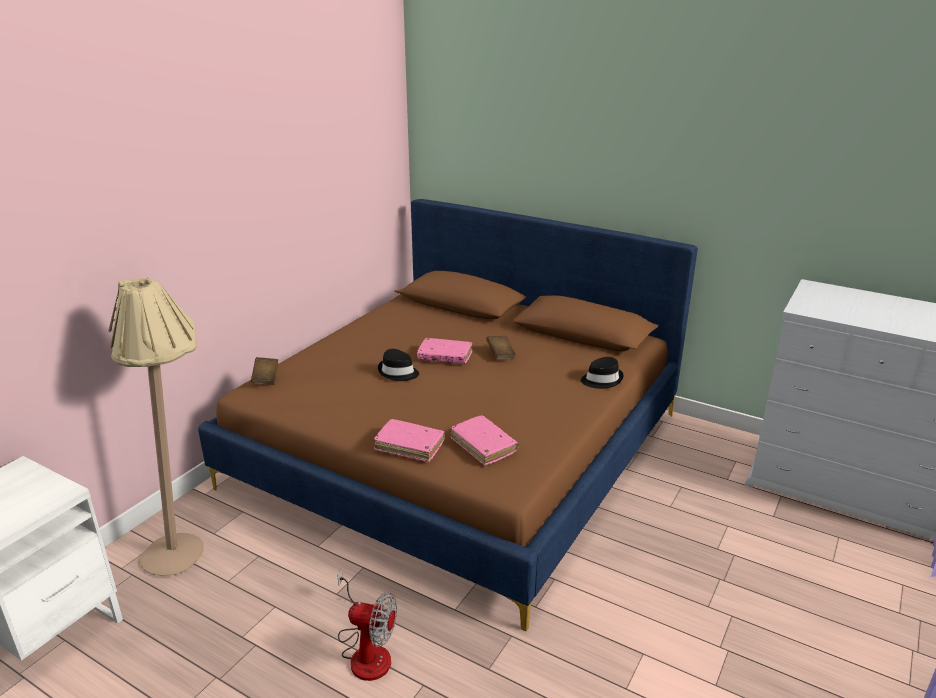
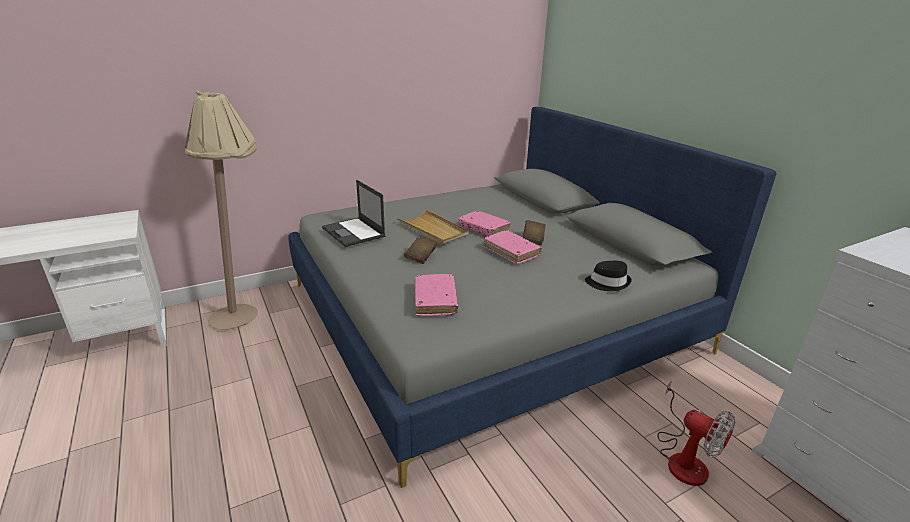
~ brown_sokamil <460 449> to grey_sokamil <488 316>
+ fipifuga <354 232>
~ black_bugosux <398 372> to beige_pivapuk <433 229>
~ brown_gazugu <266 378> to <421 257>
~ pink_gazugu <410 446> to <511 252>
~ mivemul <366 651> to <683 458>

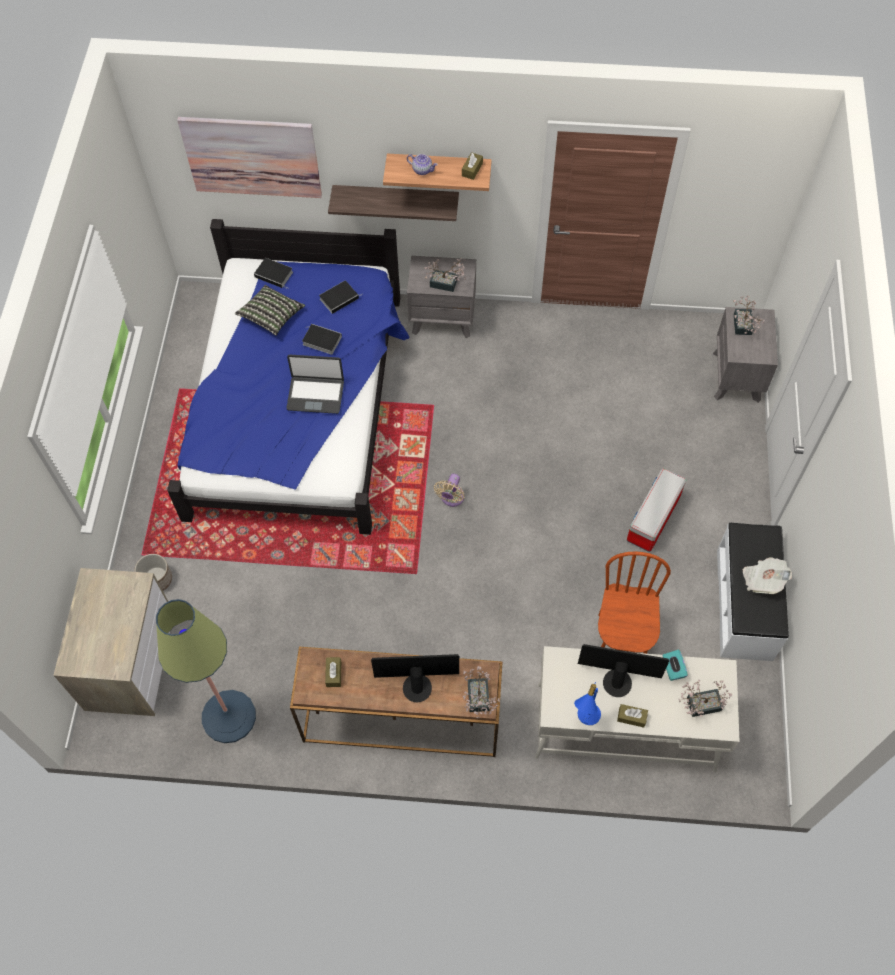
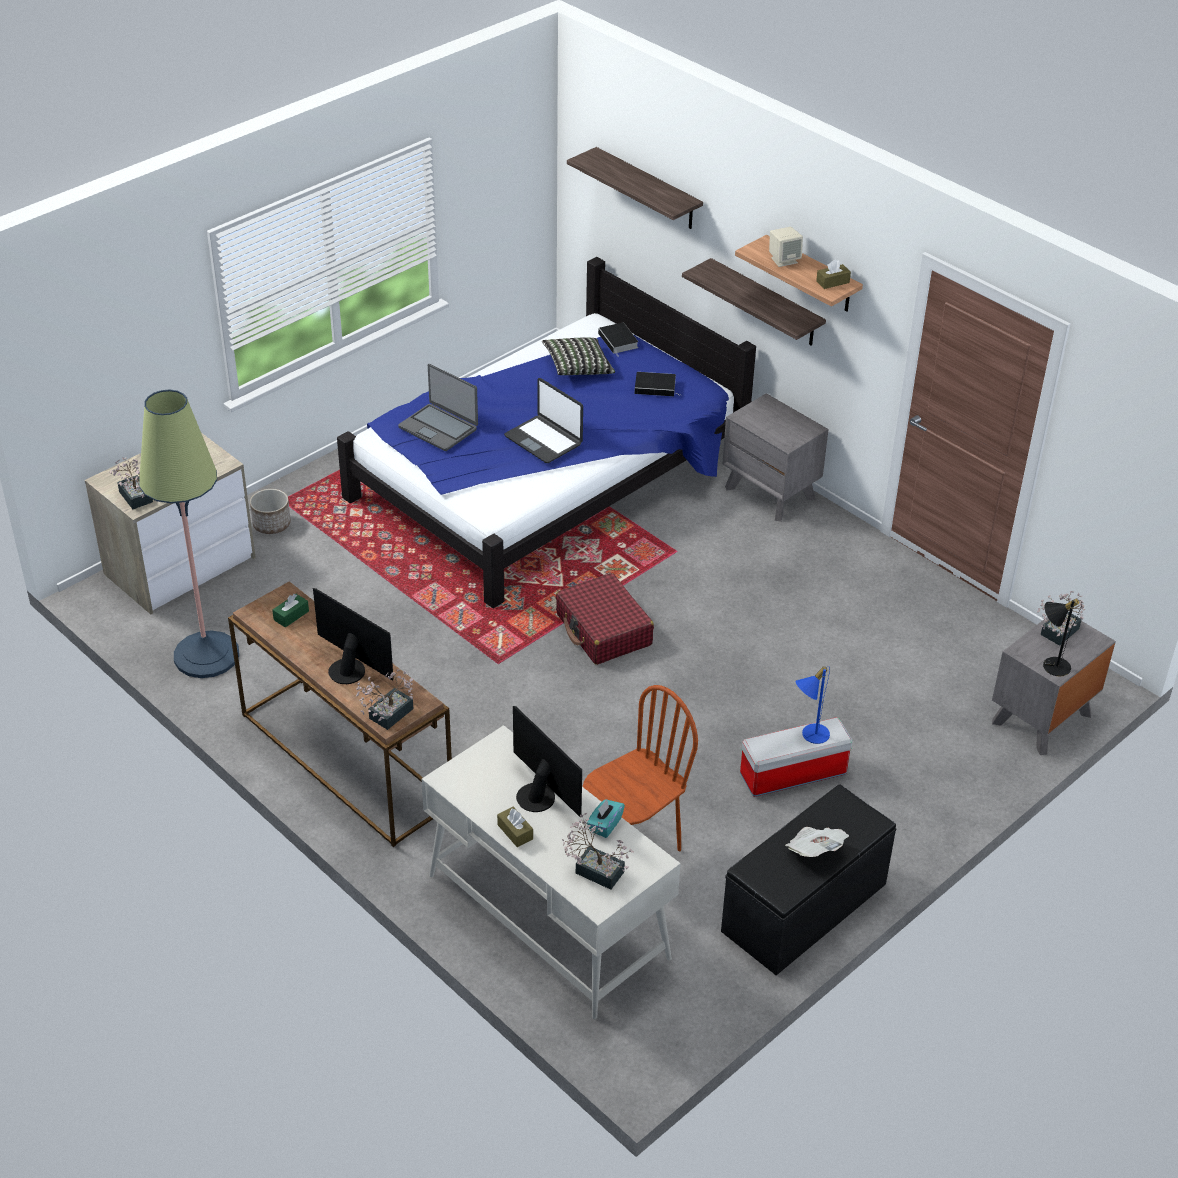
~ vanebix <446 284> to <137 499>
~ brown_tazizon <333 674> to green_tazizon <291 615>
+ fipifuga <438 428>
~ beige_mivemul <451 498> to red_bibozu <603 630>
~ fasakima <252 156> to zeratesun <648 189>
~ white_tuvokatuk <745 604> to black_tuvokatuk <805 908>
~ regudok <422 170> to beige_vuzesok <784 260>
~ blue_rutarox <585 717> to <810 734>
+ black_rutarox <1051 664>
- gazugu <320 340>

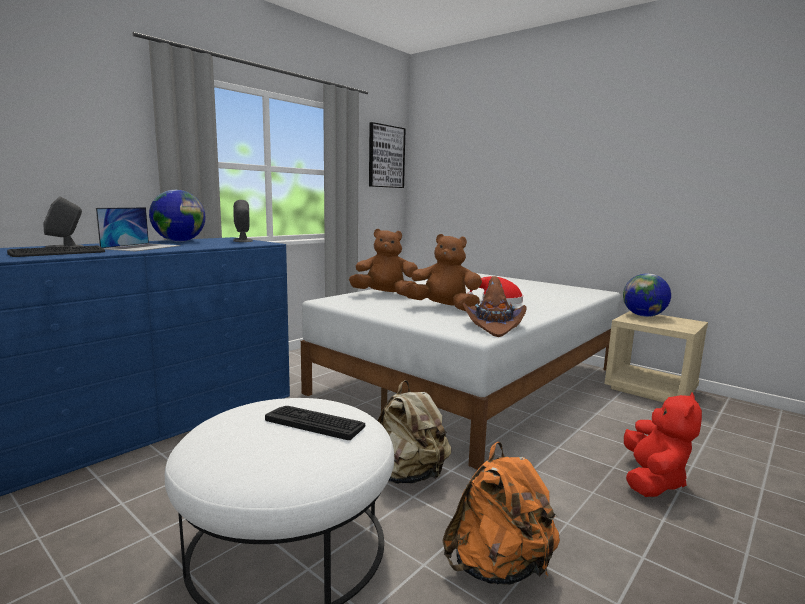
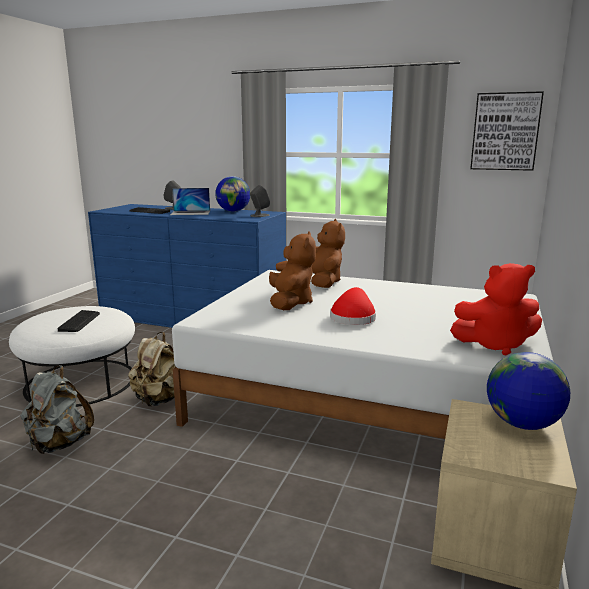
~ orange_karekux <498 567> to grey_karekux <59 444>
~ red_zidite <652 480> to <495 345>
- brown_bugosux <494 326>

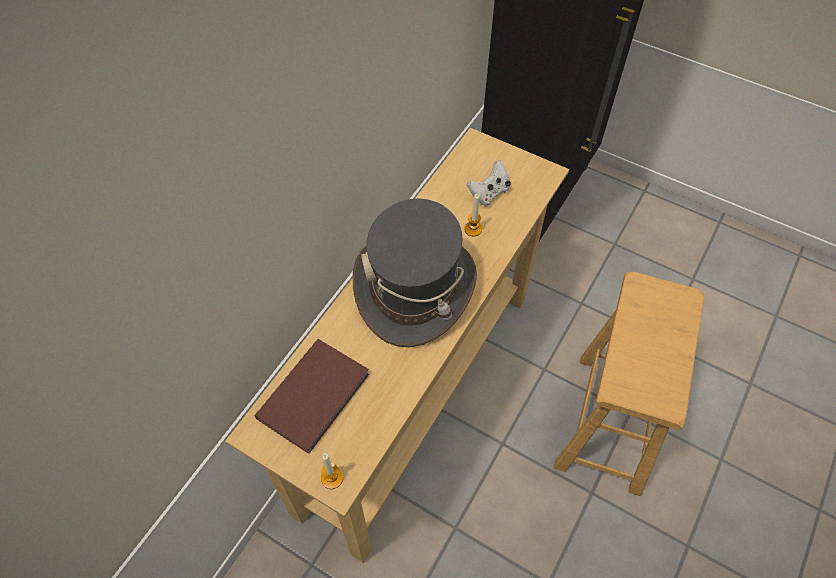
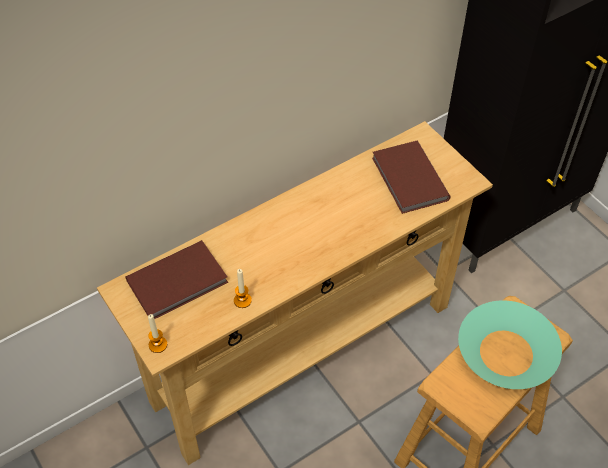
~ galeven <473 229> to <242 300>
~ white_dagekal <489 193> to brown_gazugu <408 180>
+ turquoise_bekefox <505 353>
- grey_bugosux <415 288>

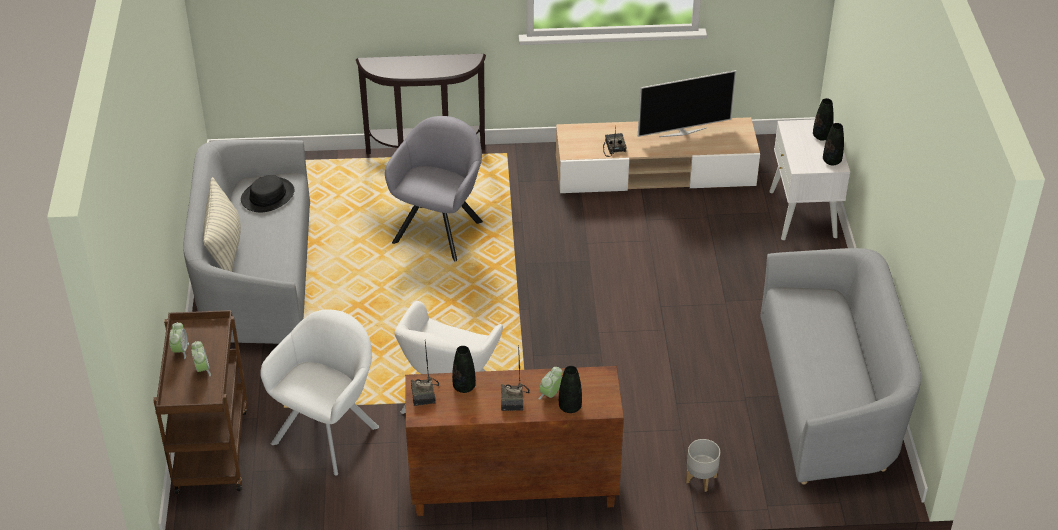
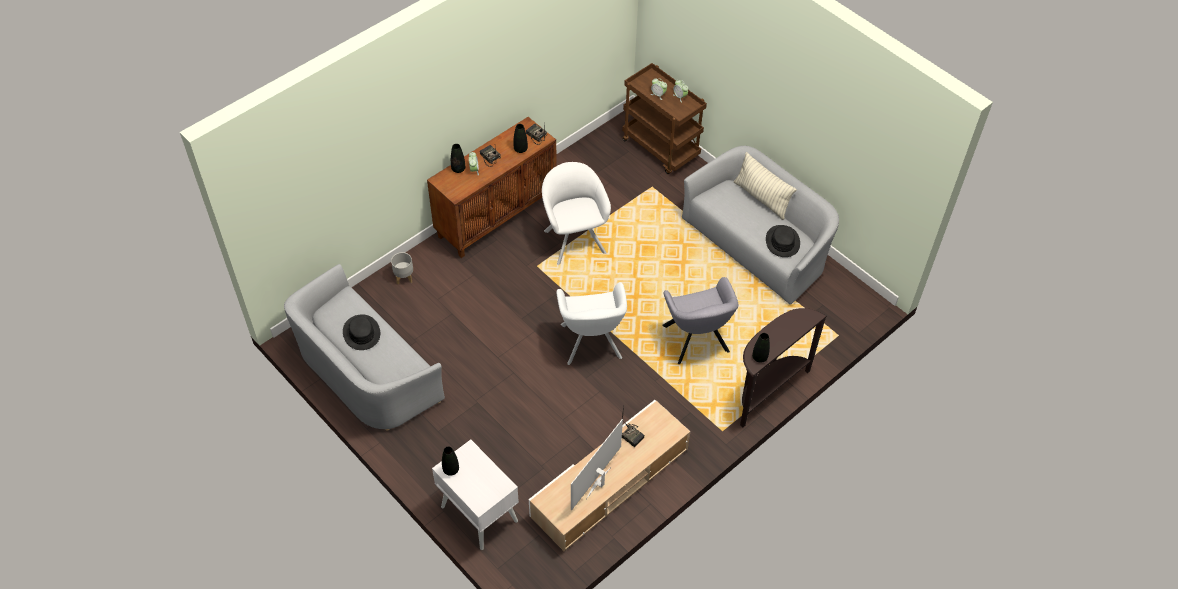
+ black_bugosux <361 333>
~ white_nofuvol <329 431> to <591 344>
~ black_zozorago <821 136> to <759 357>

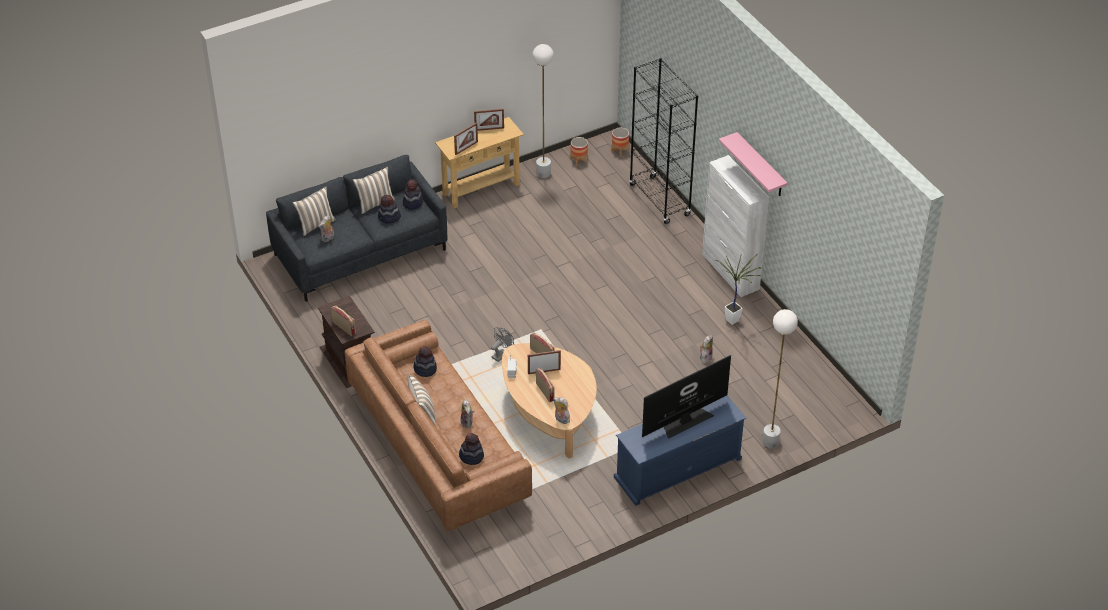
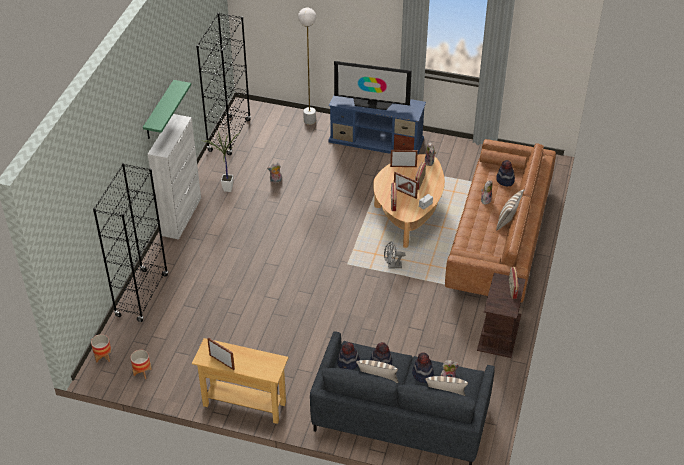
~ pink_zeratesun <761 166> to green_zeratesun <159 111>
+ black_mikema <229 135>
~ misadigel <466 148> to <403 166>
~ bugosux <425 369> to <422 374>
- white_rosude <543 173>

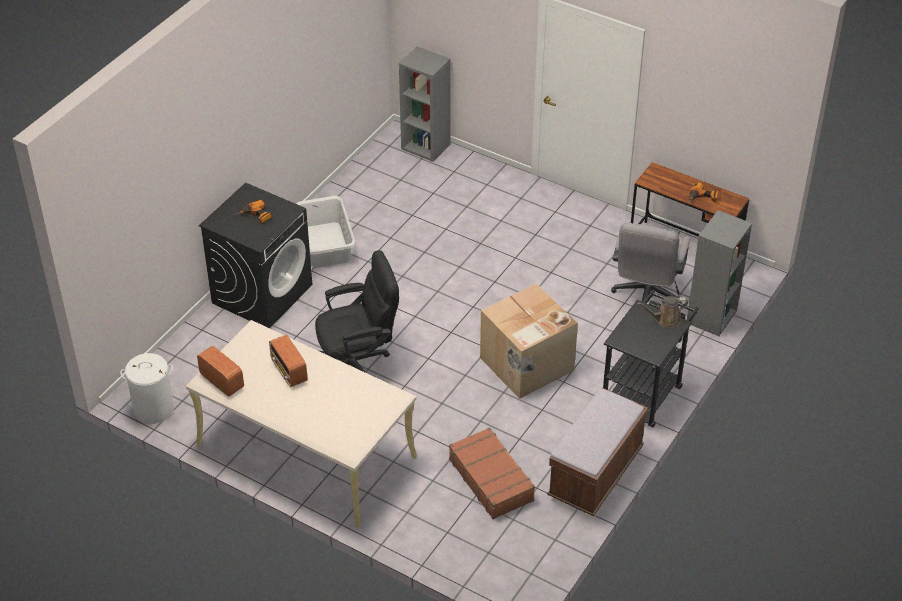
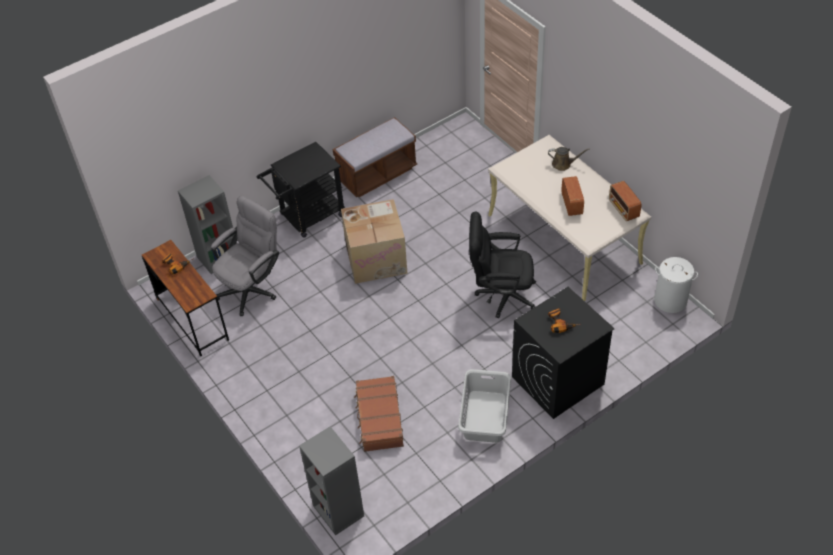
~ brown_bibozu <491 479> to <379 419>
~ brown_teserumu <665 320> to <563 164>

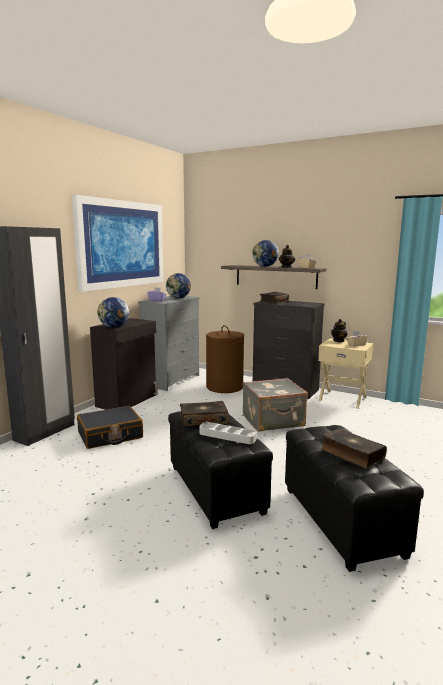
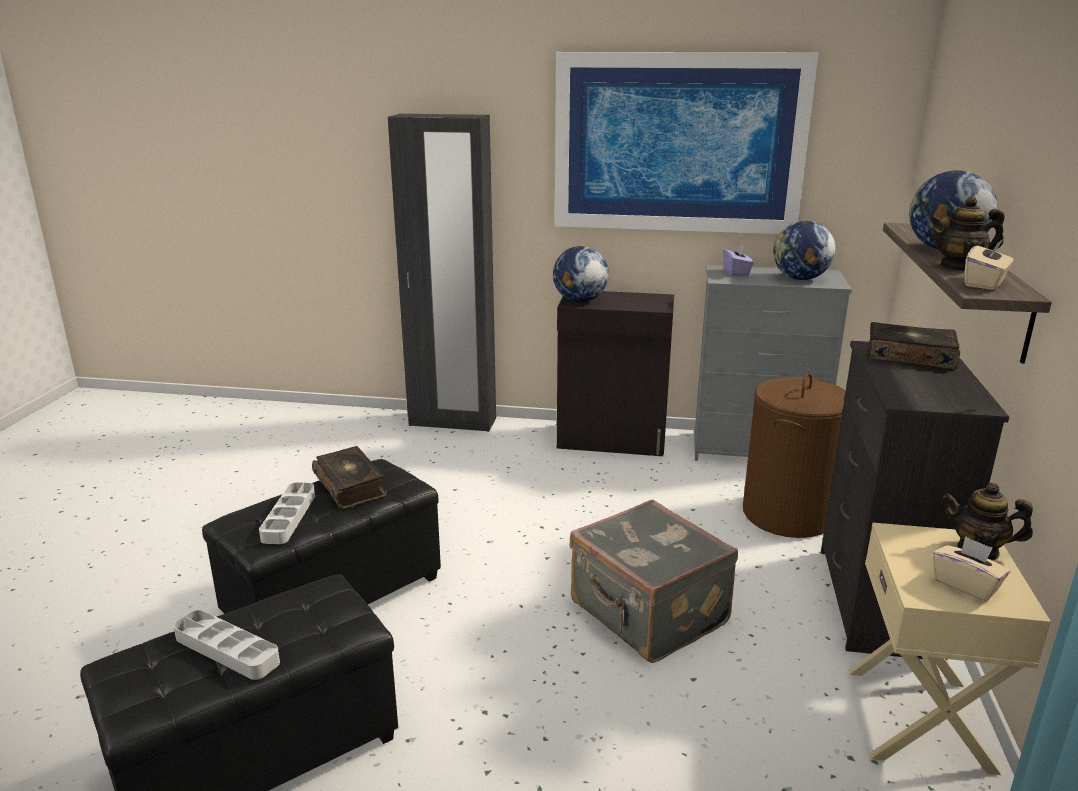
~ gazugu <351 454> to grey_pivapuk <227 650>
- black_bibozu <110 435>

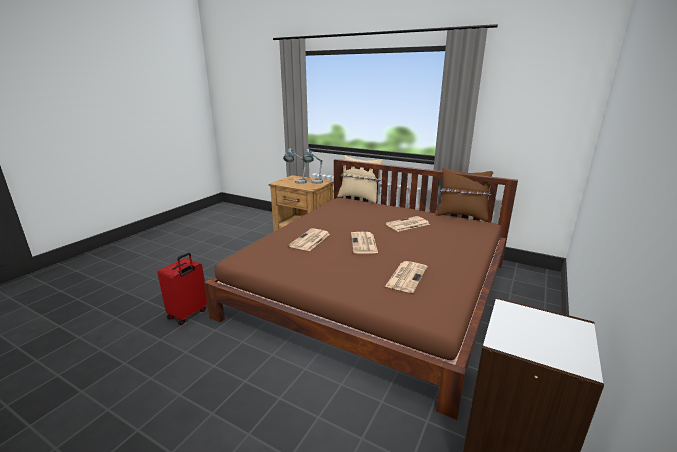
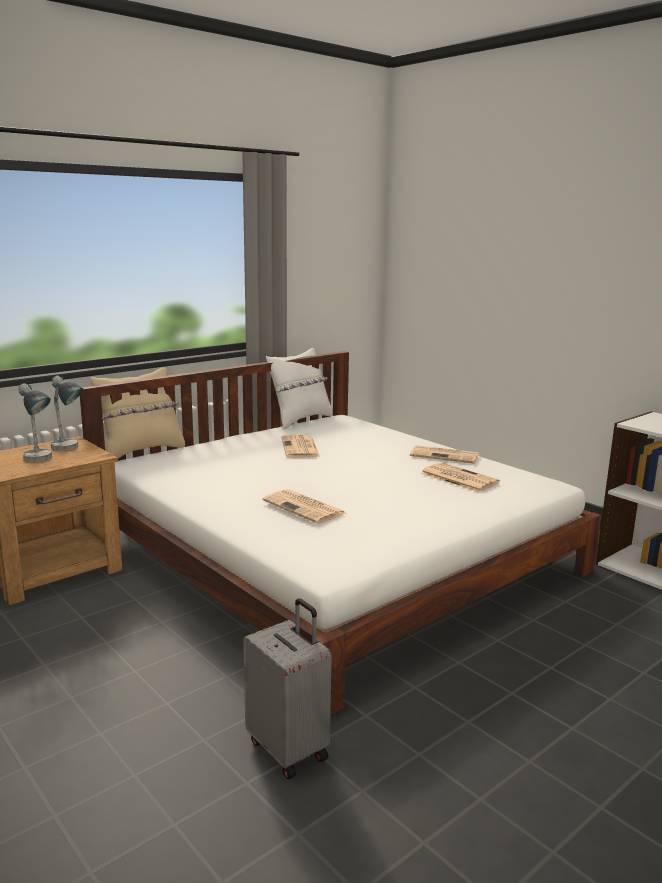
~ brown_sokamil <373 288> to white_sokamil <333 554>
~ red_bibozu <188 314> to grey_bibozu <289 749>
~ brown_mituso <461 216> to white_mituso <300 420>
~ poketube <364 243> to <445 455>

